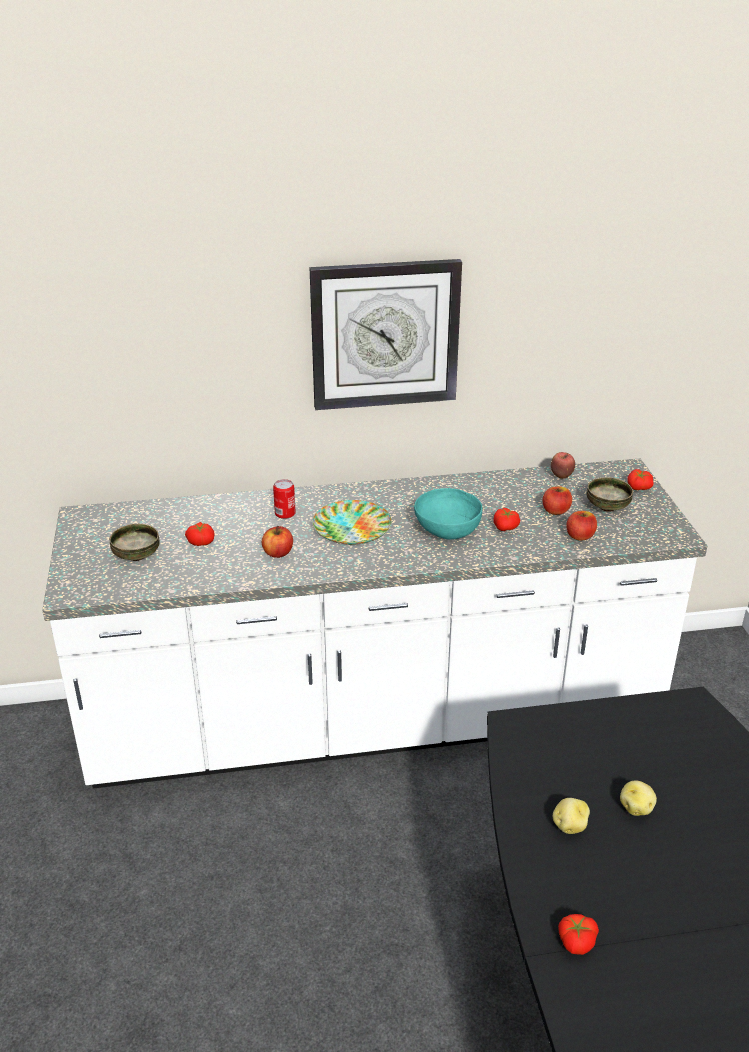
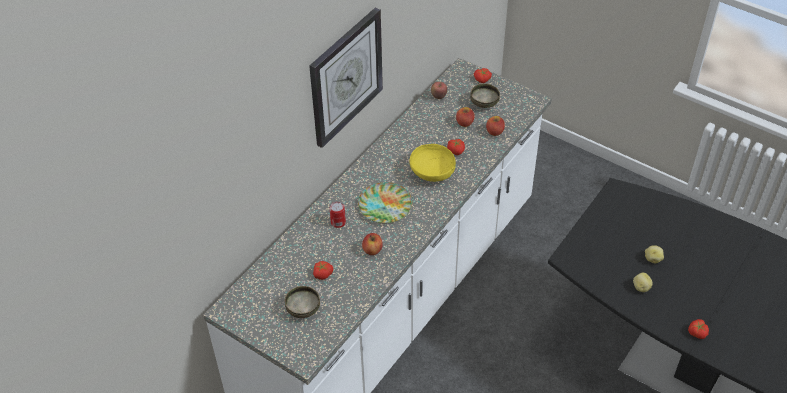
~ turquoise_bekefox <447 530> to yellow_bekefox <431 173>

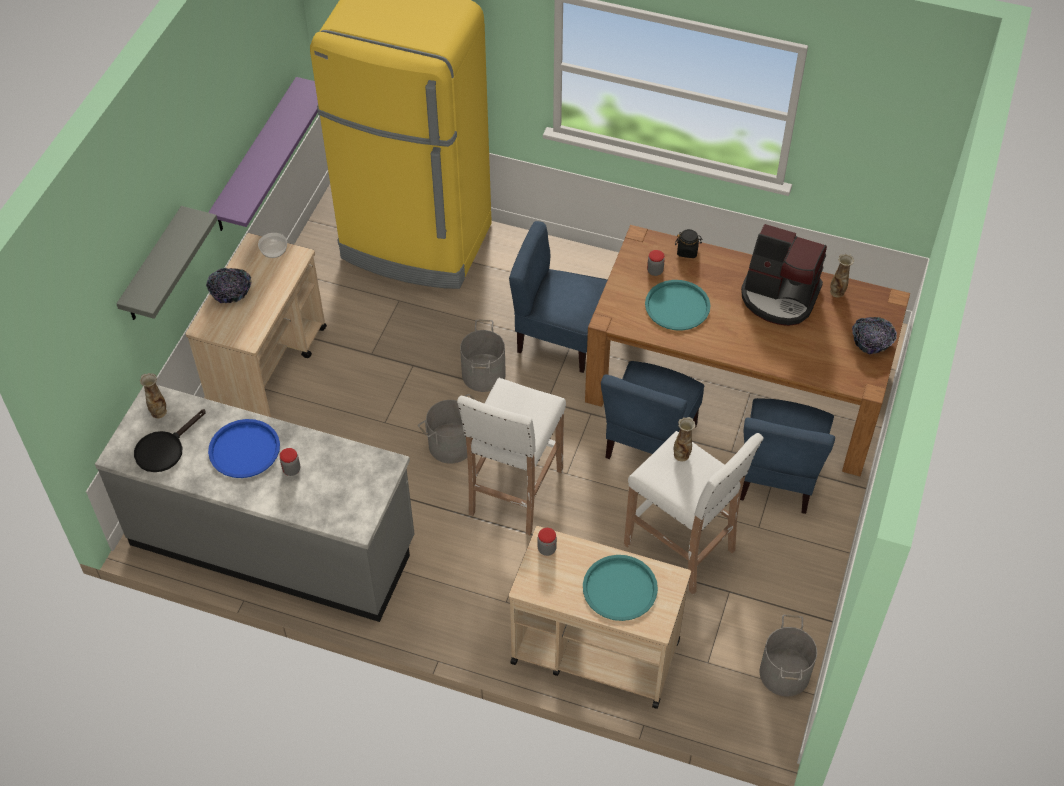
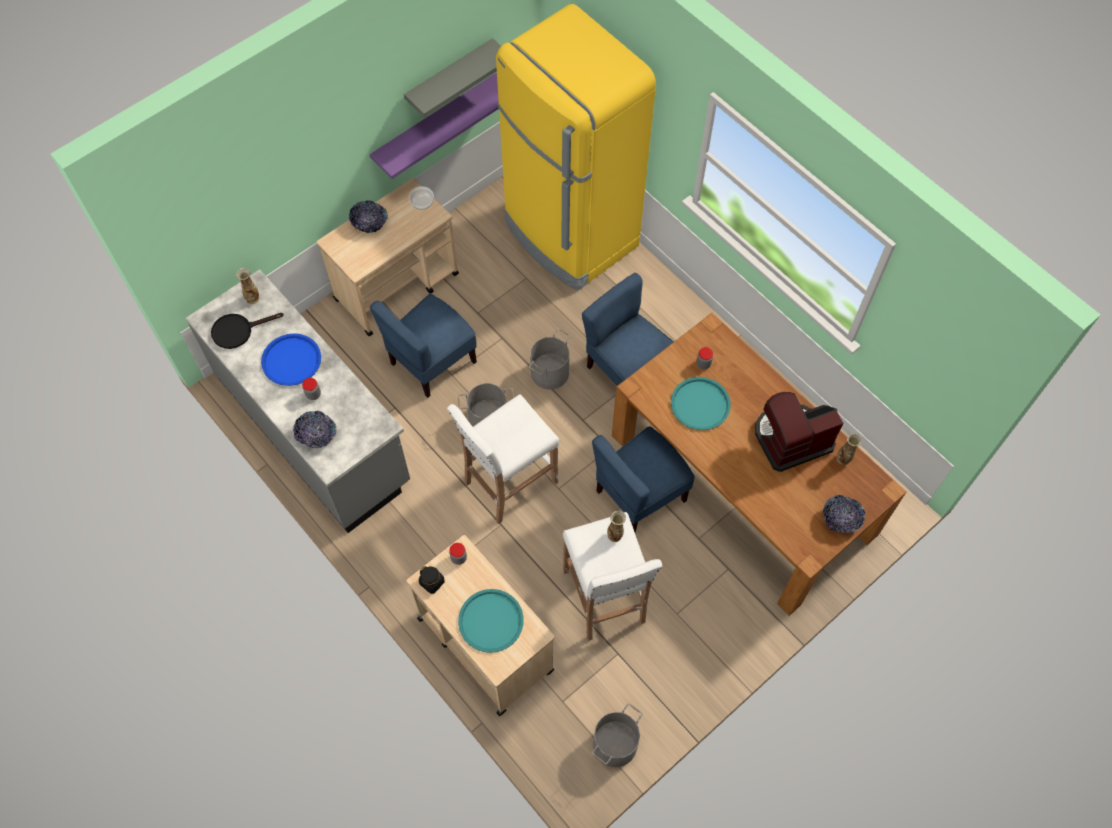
+ bekefox <316 435>
~ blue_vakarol <778 477> to <432 362>
~ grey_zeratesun <153 267> to <450 77>
~ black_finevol <687 251> to <432 582>
~ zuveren <779 297> = <791 438> 105 degrees clockwise

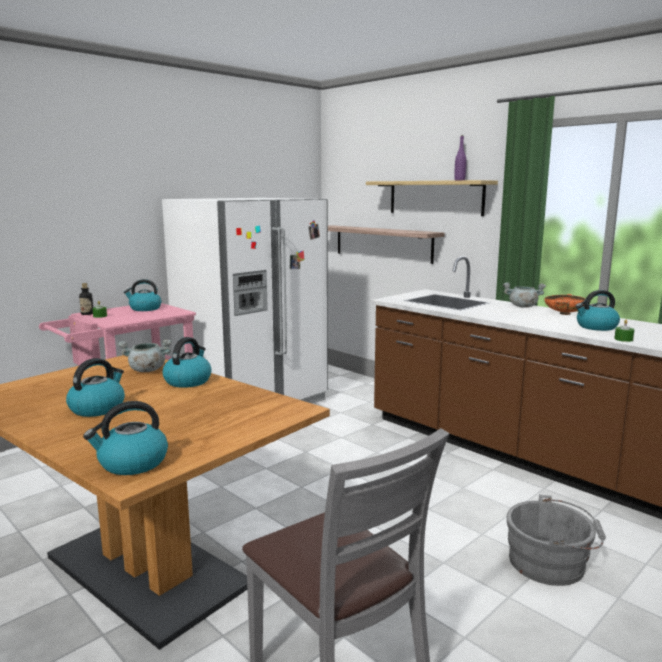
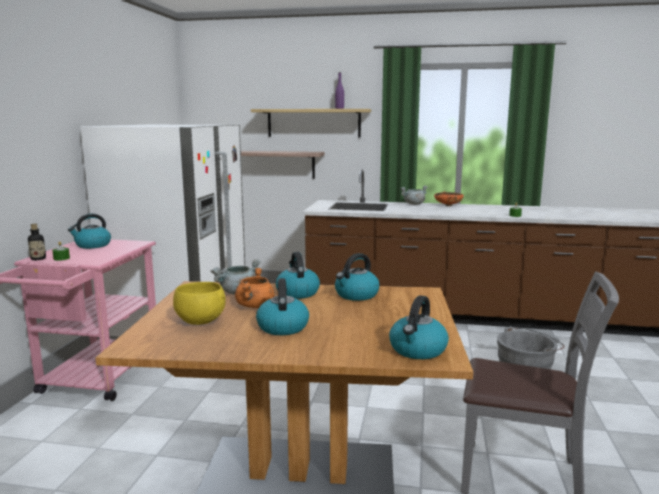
+ yellow_bekefox <200 321>
+ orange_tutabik <255 306>
~ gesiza <596 327> to <356 295>

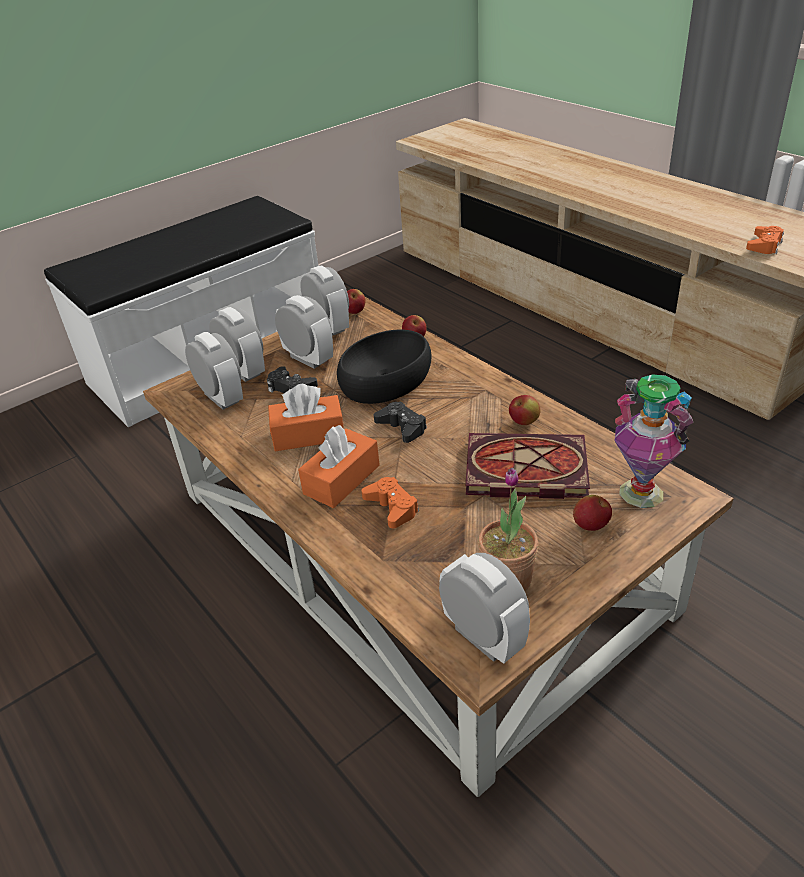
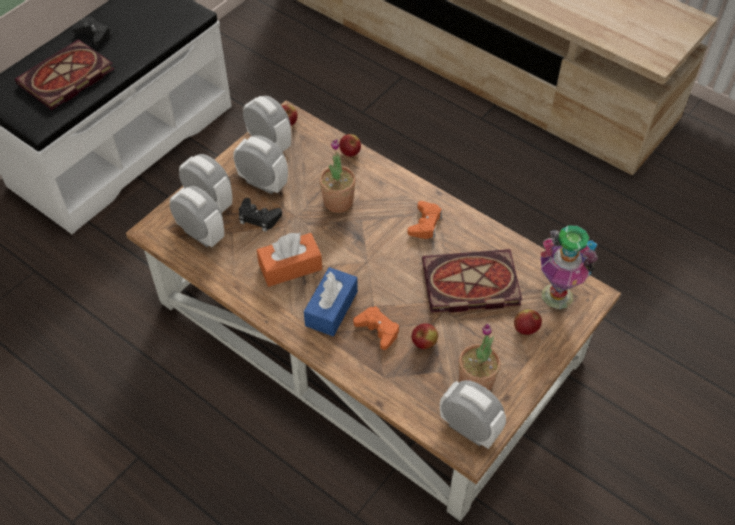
+ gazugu <65 79>
~ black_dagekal <402 427> to <94 35>
~ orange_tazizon <341 479> to blue_tazizon <331 308>
~ black_bekefox <386 380> to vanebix <338 202>
~ orange_dagekal <764 245> to <425 224>
~ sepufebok <524 422> to <424 343>

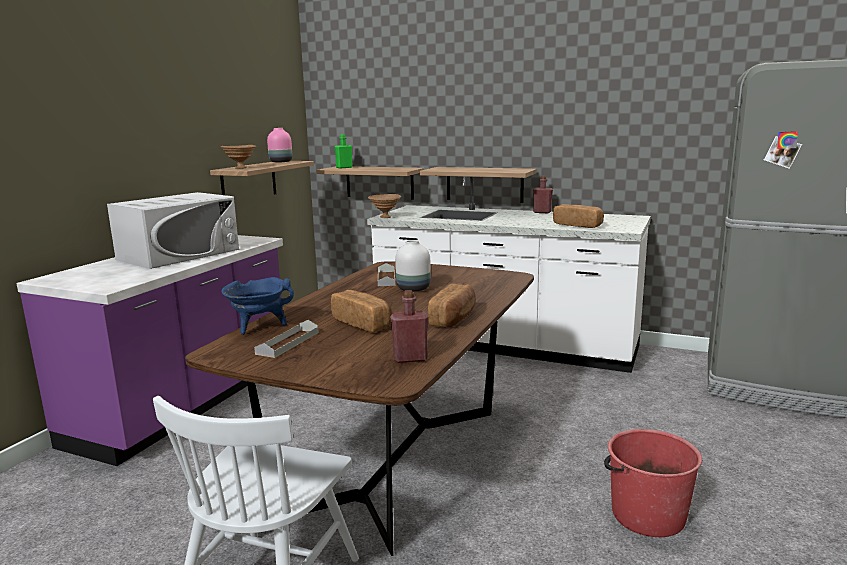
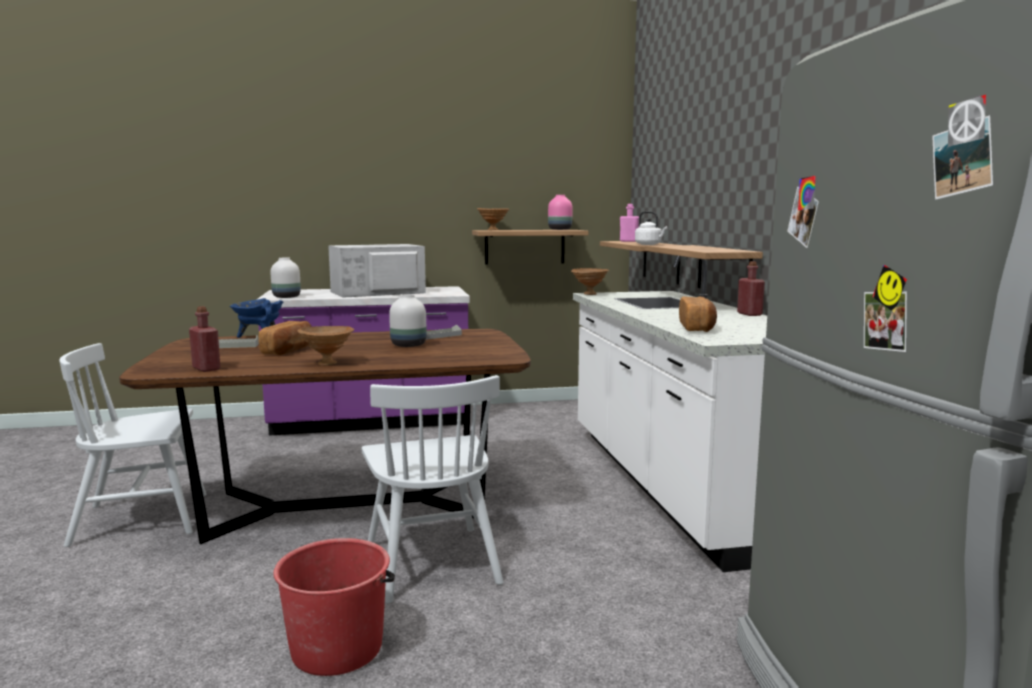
+ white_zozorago <285 297>
~ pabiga <454 318> to brown_bekefox <327 363>
~ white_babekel <179 254> = <377 292> 150 degrees clockwise
+ white_vakarol <432 562>
~ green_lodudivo <344 167> to pink_lodudivo <629 241>
+ white_gesiza <649 244>

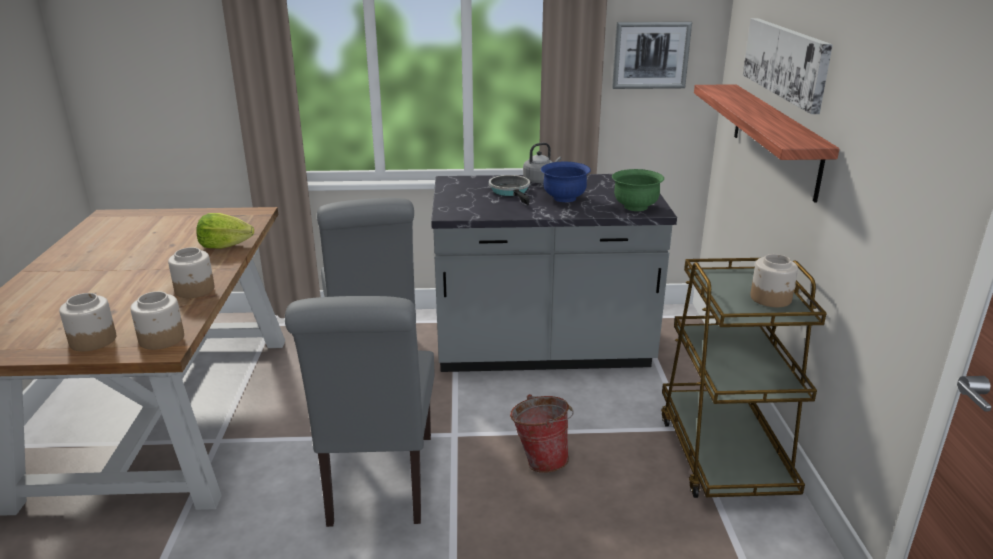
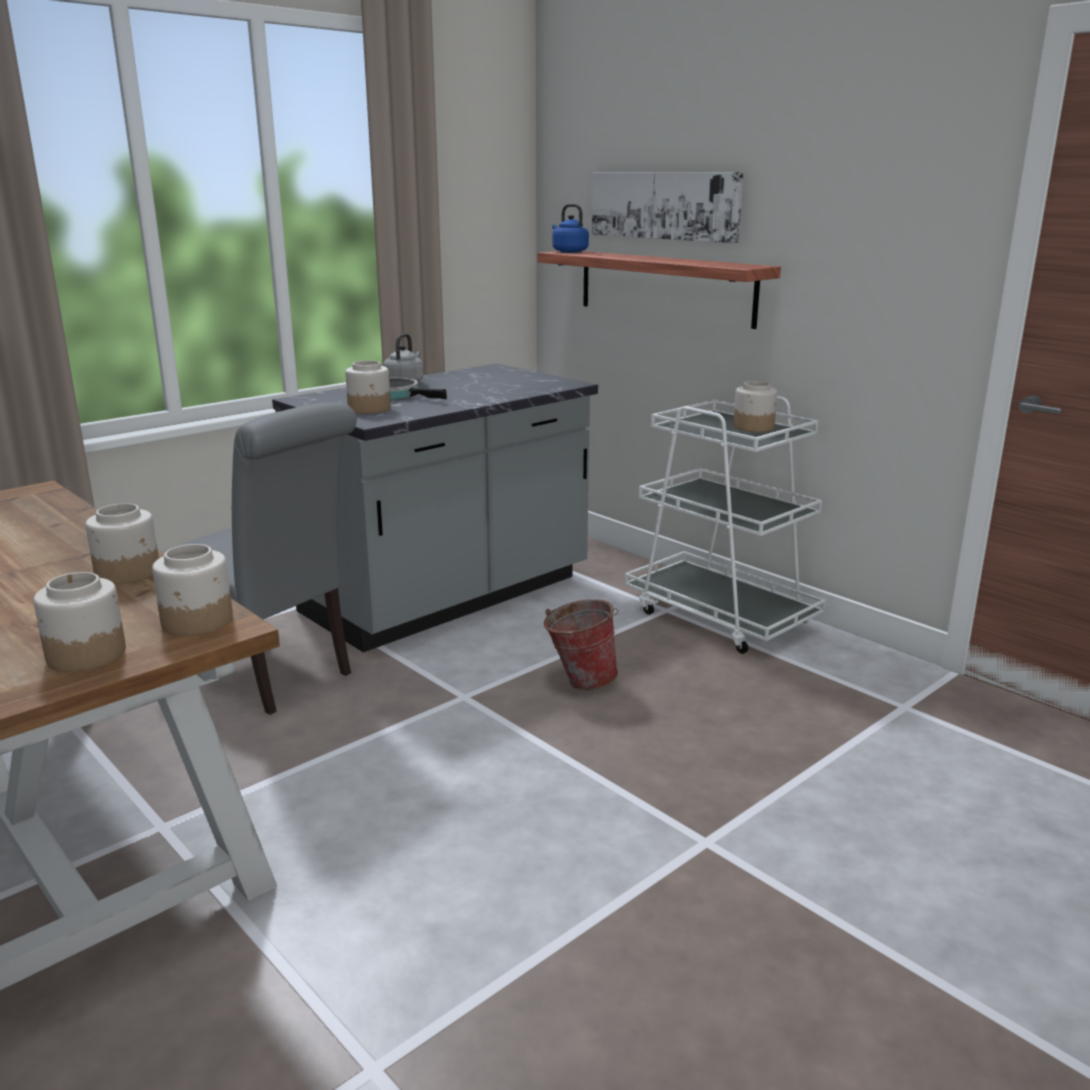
+ finevol <370 409>
+ blue_gesiza <568 251>
~ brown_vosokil <723 454> to white_vosokil <720 616>
- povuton <225 245>
- grey_vakarol <379 484>
- blue_bekefox <564 198>
- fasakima <650 55>
- green_bekefox <635 207>

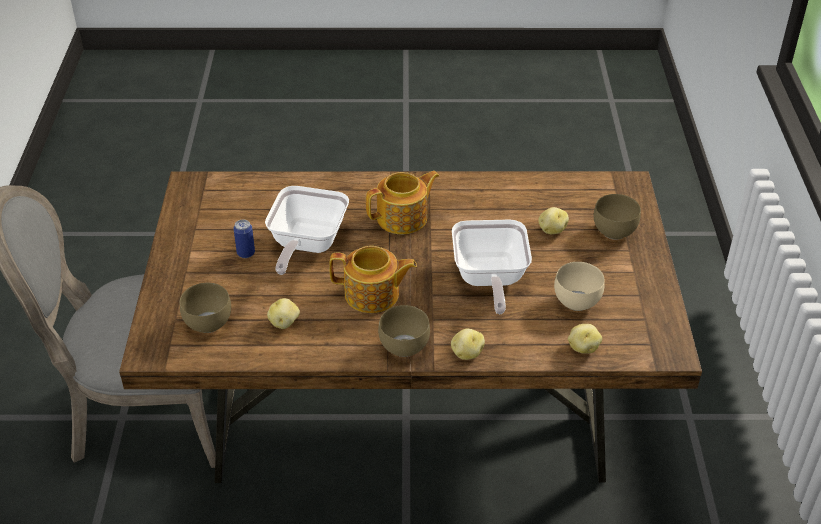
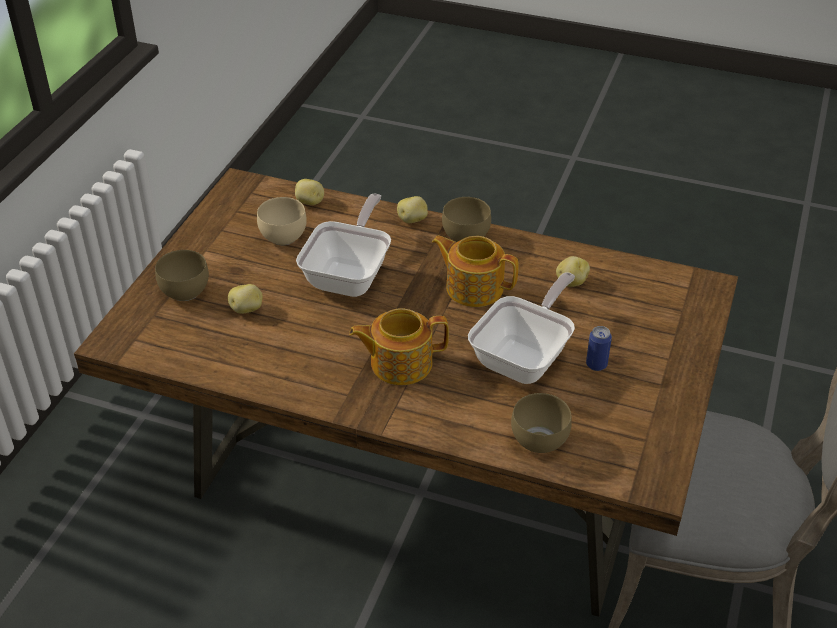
~ brown_bekefox <207 324> to <541 440>

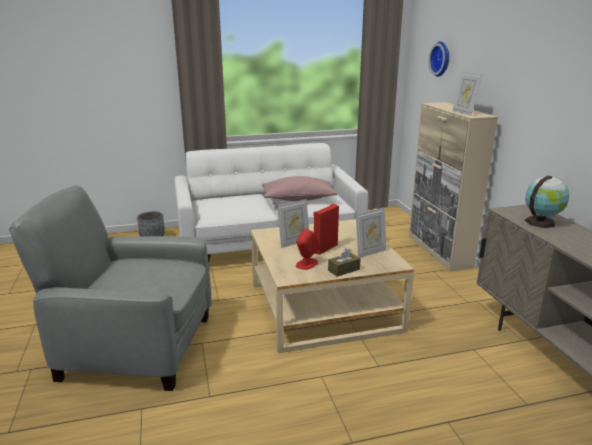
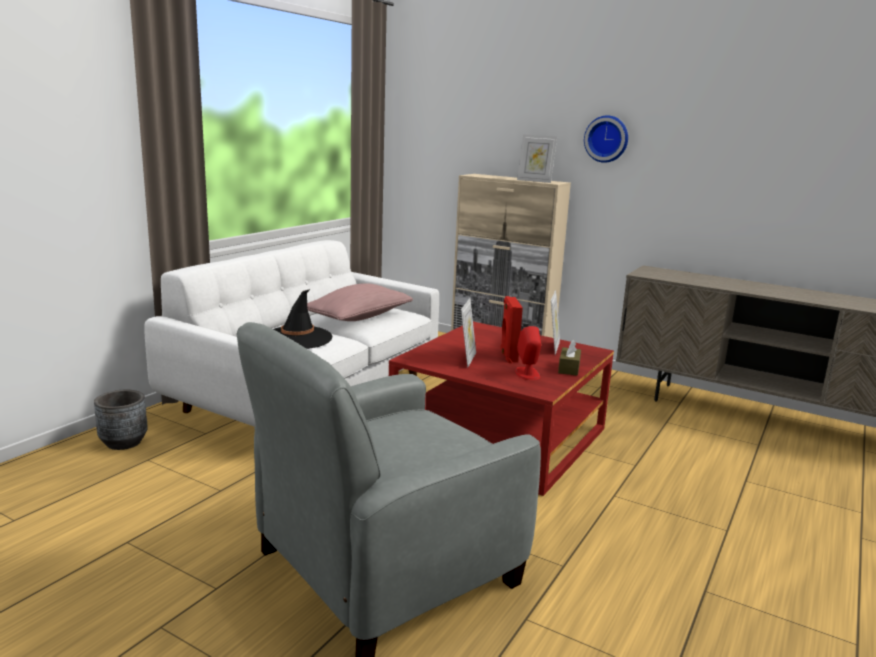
+ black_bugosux <298 338>
~ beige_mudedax <324 306> to red_mudedax <499 436>
~ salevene <441 59> to <607 139>
- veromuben <541 222>

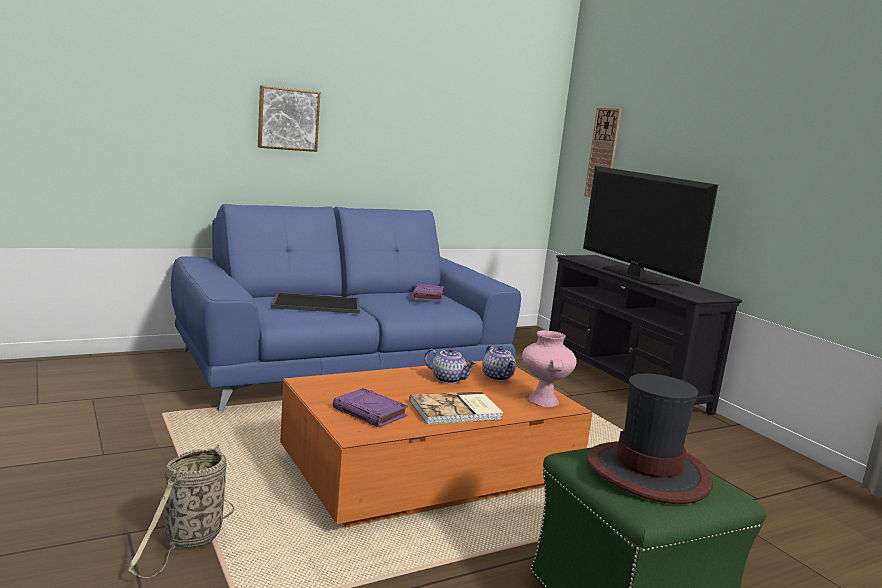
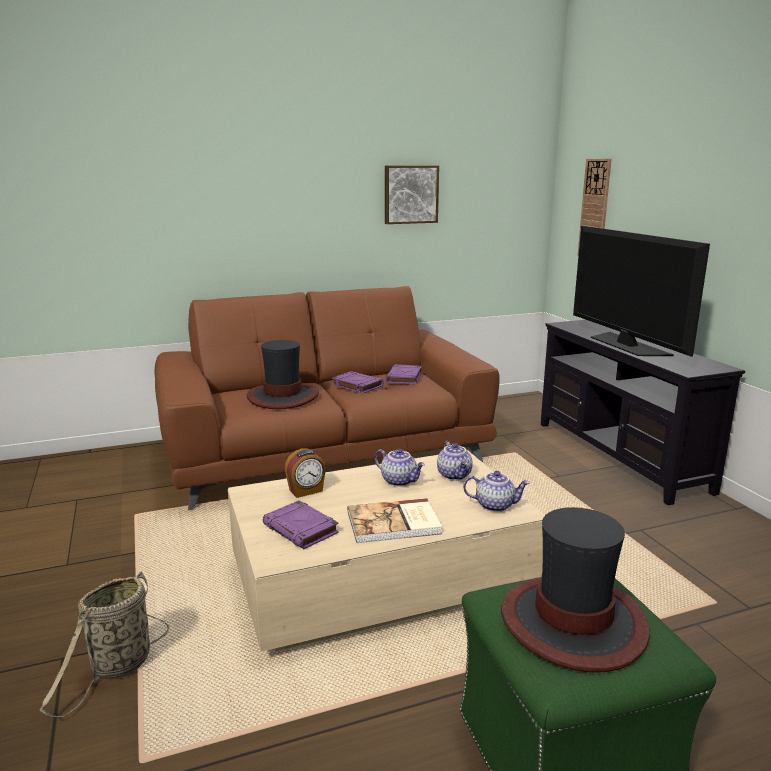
~ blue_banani <343 367> to brown_banani <324 452>
~ orange_mudedax <430 471> to beige_mudedax <382 578>
~ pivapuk <315 304> to bugosux <283 397>
+ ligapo <306 491>
+ purple_gazugu <356 385>
~ fasakima <288 119> to <410 194>
~ pink_zozorago <542 400> to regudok <495 505>

